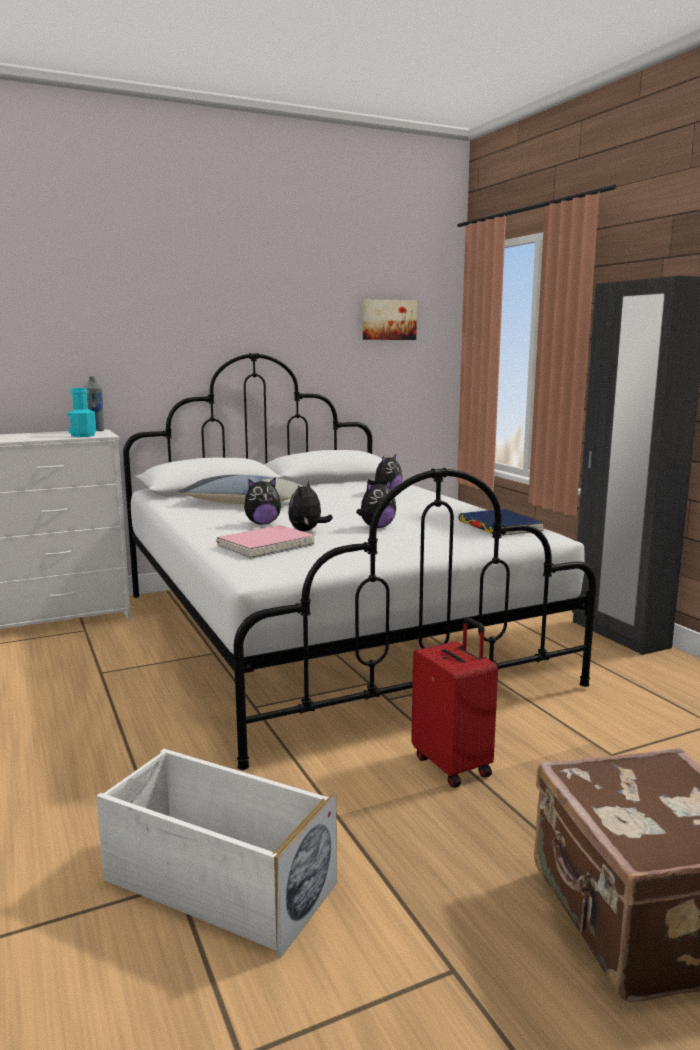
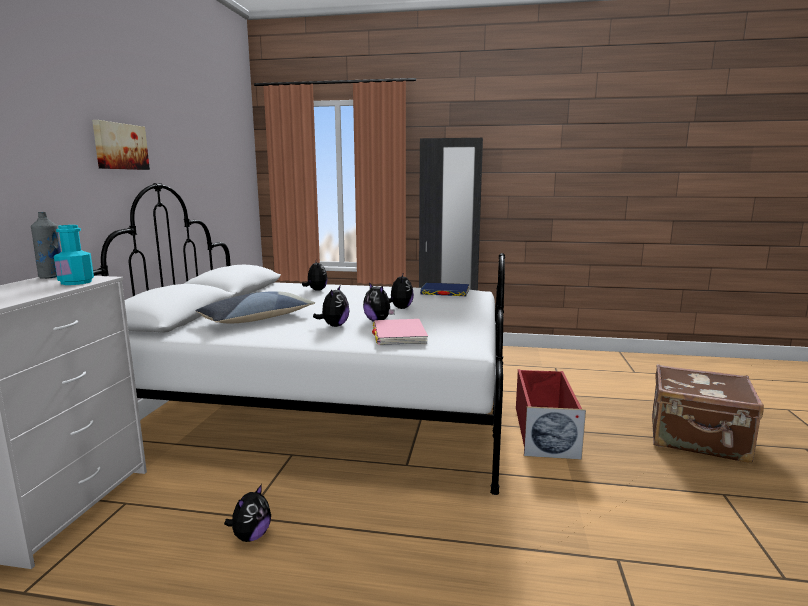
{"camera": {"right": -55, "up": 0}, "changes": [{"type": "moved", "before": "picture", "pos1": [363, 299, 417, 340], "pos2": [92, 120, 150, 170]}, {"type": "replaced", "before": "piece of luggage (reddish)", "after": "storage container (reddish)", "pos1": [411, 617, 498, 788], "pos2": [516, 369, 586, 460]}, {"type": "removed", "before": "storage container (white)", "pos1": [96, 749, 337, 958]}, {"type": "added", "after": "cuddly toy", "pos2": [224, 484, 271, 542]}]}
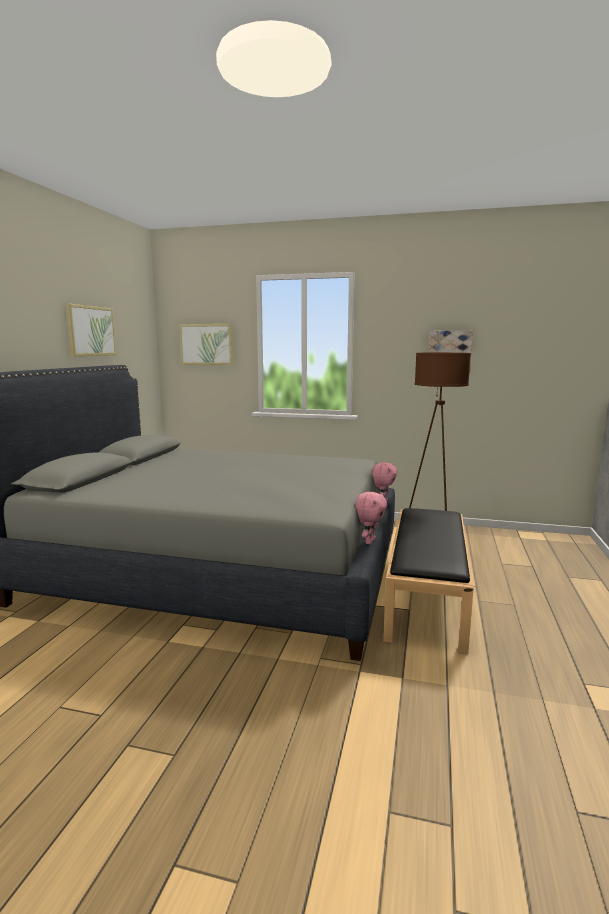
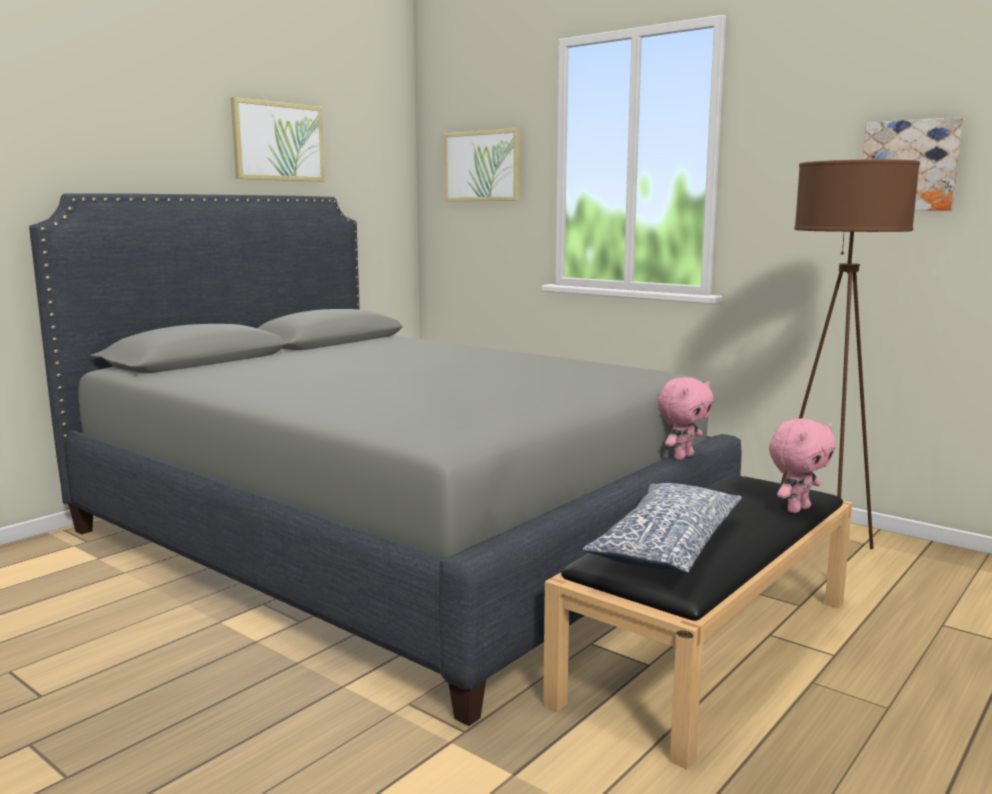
{"camera": {"right": 25, "up": 0}, "changes": [{"type": "moved", "before": "cuddly toy (pink-coloured)", "pos1": [355, 492, 387, 544], "pos2": [769, 418, 836, 513]}, {"type": "added", "after": "cushion", "pos2": [583, 483, 742, 574]}]}
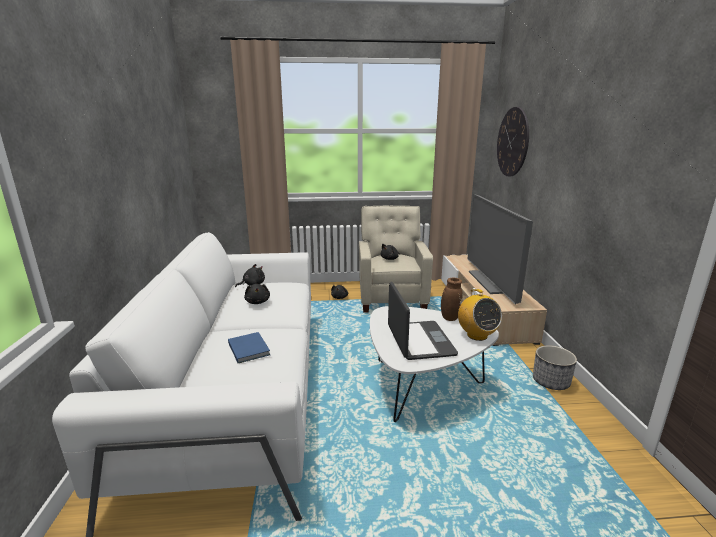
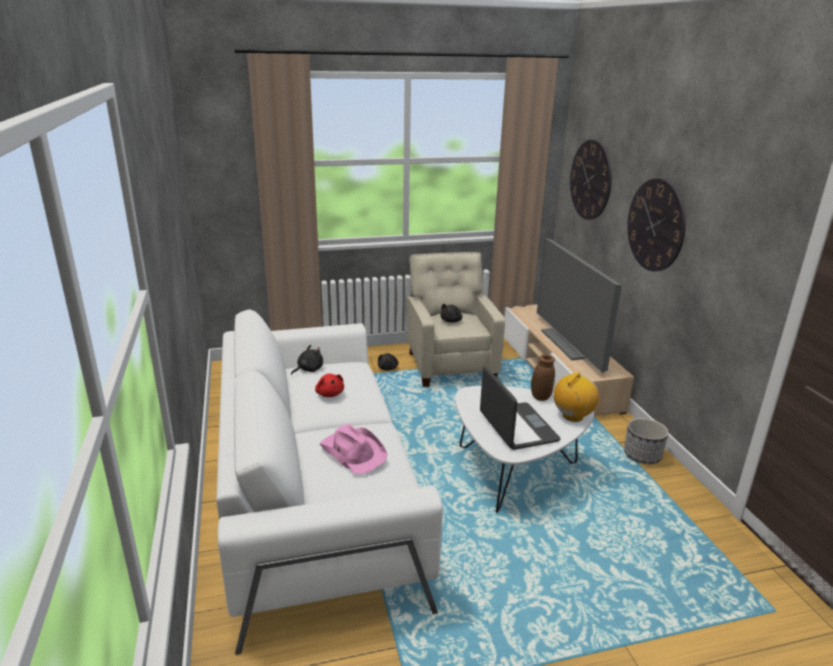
{"camera": {"right": -10, "up": 5}, "changes": [{"type": "recoloured", "before": "cuddly toy (black)", "after": "cuddly toy (reddish)", "pos1": [244, 284, 270, 304], "pos2": [315, 374, 344, 397]}, {"type": "turned", "before": "radio set", "pos1": [458, 289, 502, 341], "pos2": [554, 372, 599, 422], "turn": -105}, {"type": "replaced", "before": "book (blue)", "after": "wearable hat (pink-coloured)", "pos1": [228, 332, 270, 363], "pos2": [320, 424, 387, 475]}, {"type": "added", "after": "wall clock", "pos2": [627, 178, 686, 271]}]}
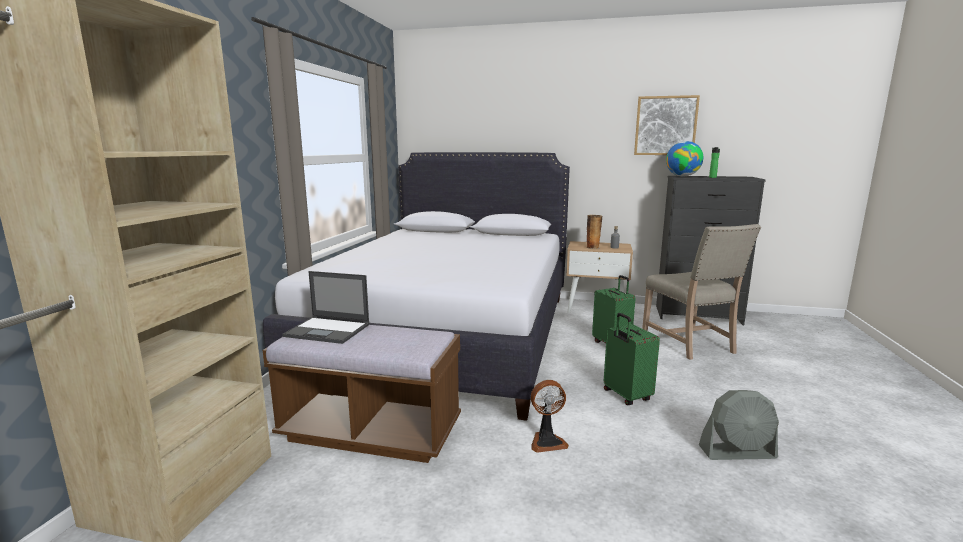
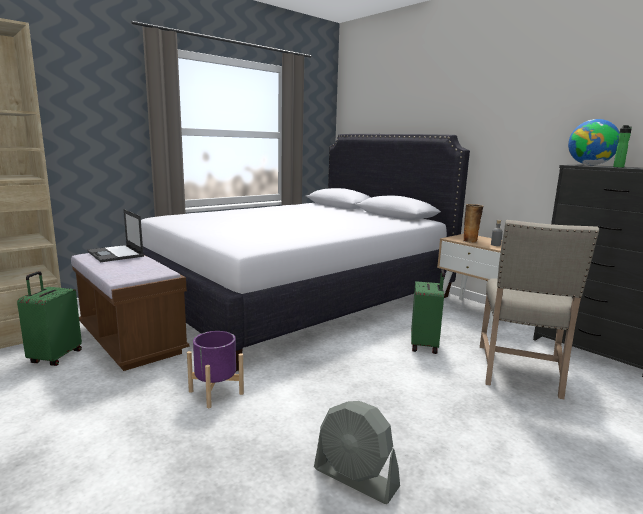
{"camera": {"right": 35, "up": 0}, "changes": [{"type": "removed", "before": "picture", "pos1": [634, 95, 700, 155]}, {"type": "moved", "before": "piece of luggage (green)", "pos1": [604, 313, 660, 405], "pos2": [17, 271, 82, 366]}, {"type": "replaced", "before": "fan", "after": "plant pot (purplish)", "pos1": [531, 380, 569, 453], "pos2": [187, 331, 244, 408]}]}
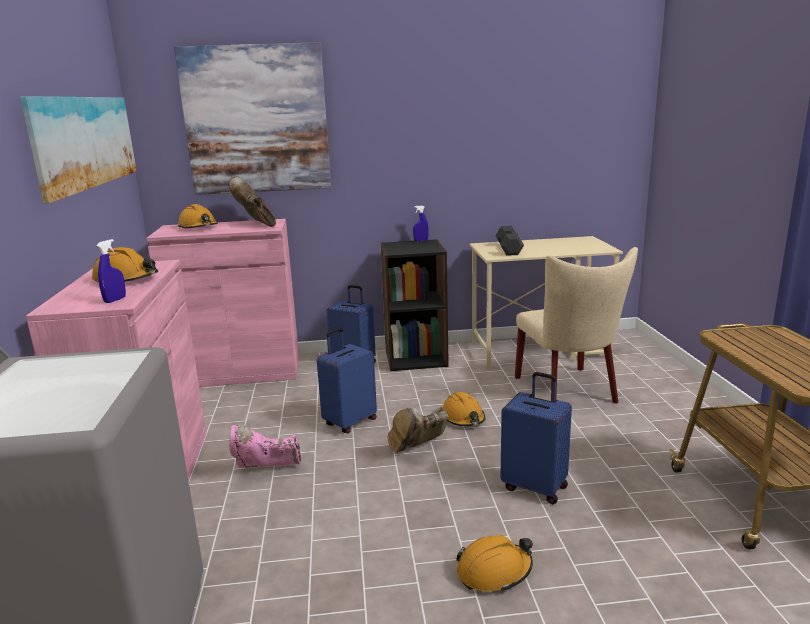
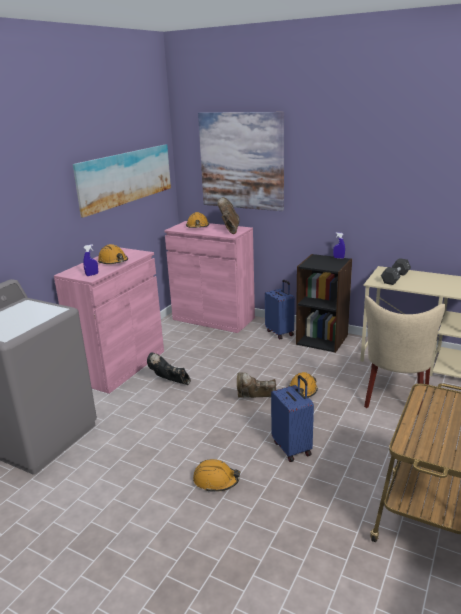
{"camera": {"right": 35, "up": 5}, "changes": [{"type": "removed", "before": "piece of luggage (blue)", "pos1": [317, 328, 377, 433]}, {"type": "recoloured", "before": "tall boot (pink-coloured)", "after": "tall boot (black)", "pos1": [230, 425, 301, 468], "pos2": [147, 352, 191, 385]}]}
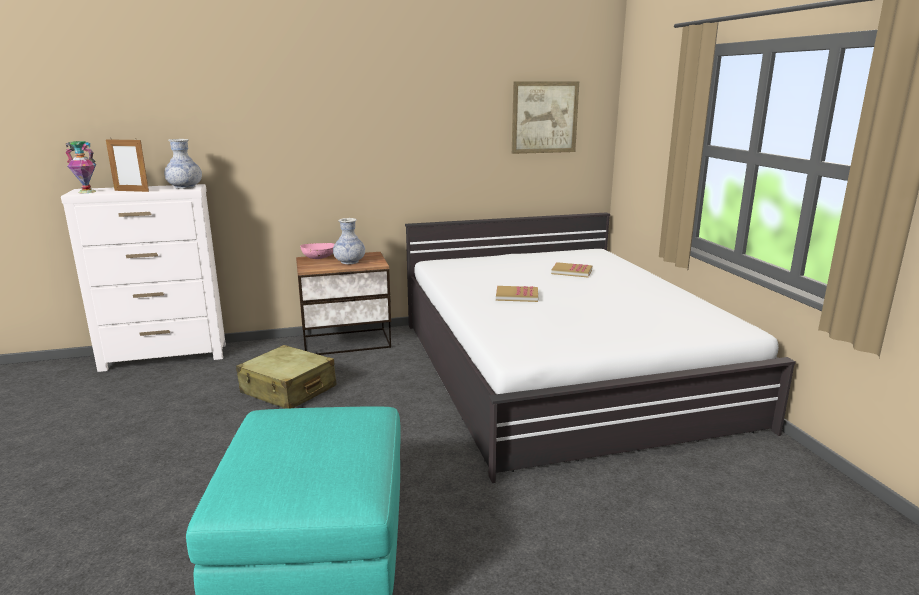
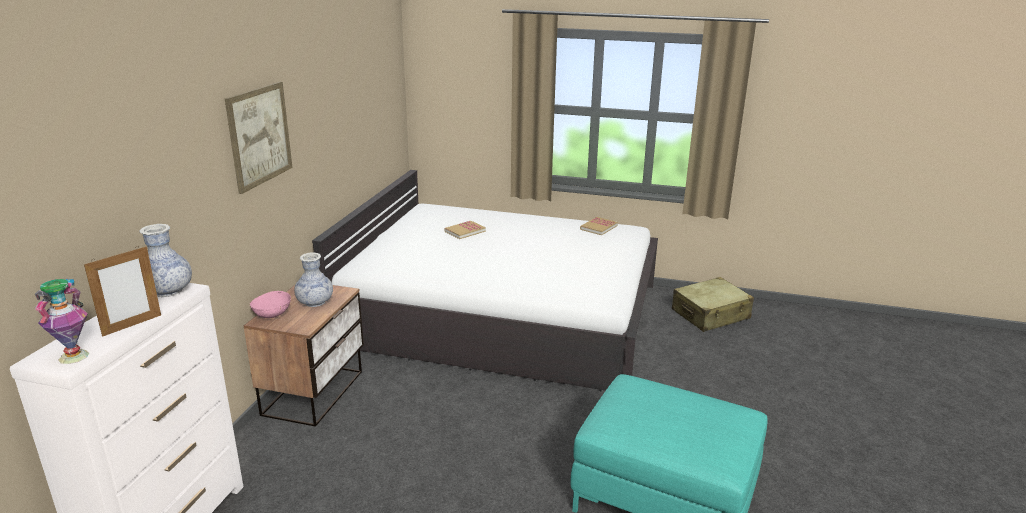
{"camera": {"right": -60, "up": 5}, "changes": [{"type": "moved", "before": "picture", "pos1": [512, 81, 579, 154], "pos2": [225, 82, 293, 194]}, {"type": "moved", "before": "book", "pos1": [496, 286, 538, 302], "pos2": [580, 217, 618, 235]}, {"type": "moved", "before": "piece of luggage (sand-coloured)", "pos1": [236, 345, 336, 409], "pos2": [672, 277, 754, 332]}]}
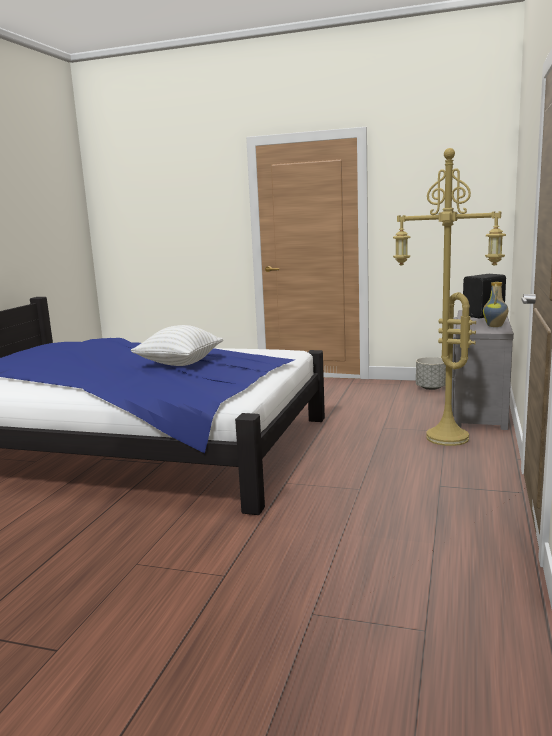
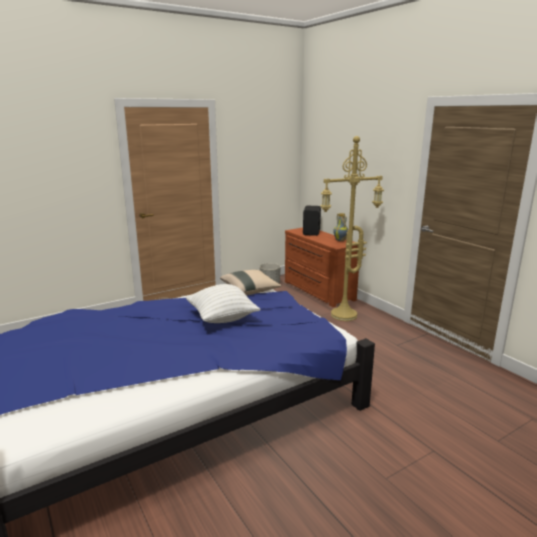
{"camera": {"right": -50, "up": 5}, "changes": [{"type": "recoloured", "before": "drawer chest (grey)", "after": "drawer chest (brown-coloured)", "pos1": [452, 310, 514, 430], "pos2": [285, 228, 359, 307]}, {"type": "added", "after": "cushion (sand-coloured)", "pos2": [220, 270, 282, 295]}]}
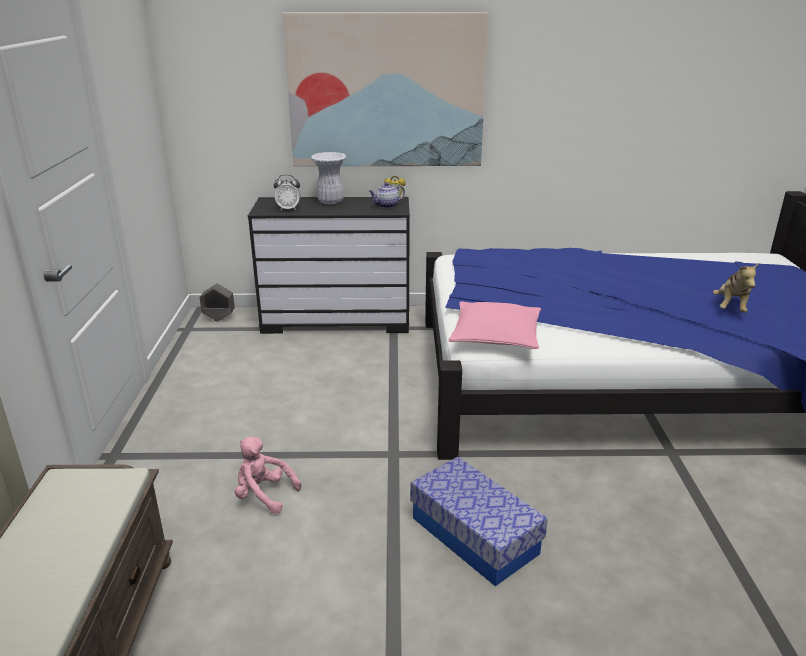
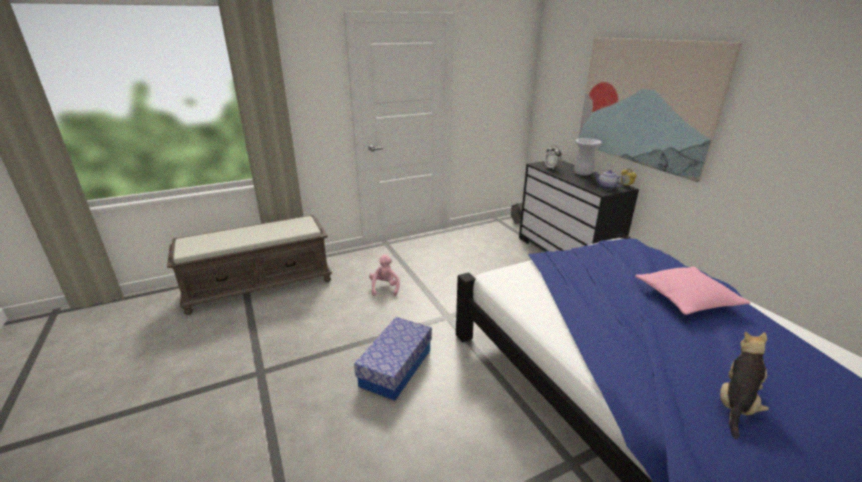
{"camera": {"right": 65, "up": 0}, "changes": [{"type": "turned", "before": "cuddly toy", "pos1": [713, 263, 759, 313], "pos2": [720, 331, 769, 439], "turn": 135}, {"type": "moved", "before": "cushion (pink-coloured)", "pos1": [449, 301, 541, 349], "pos2": [635, 266, 751, 315]}]}
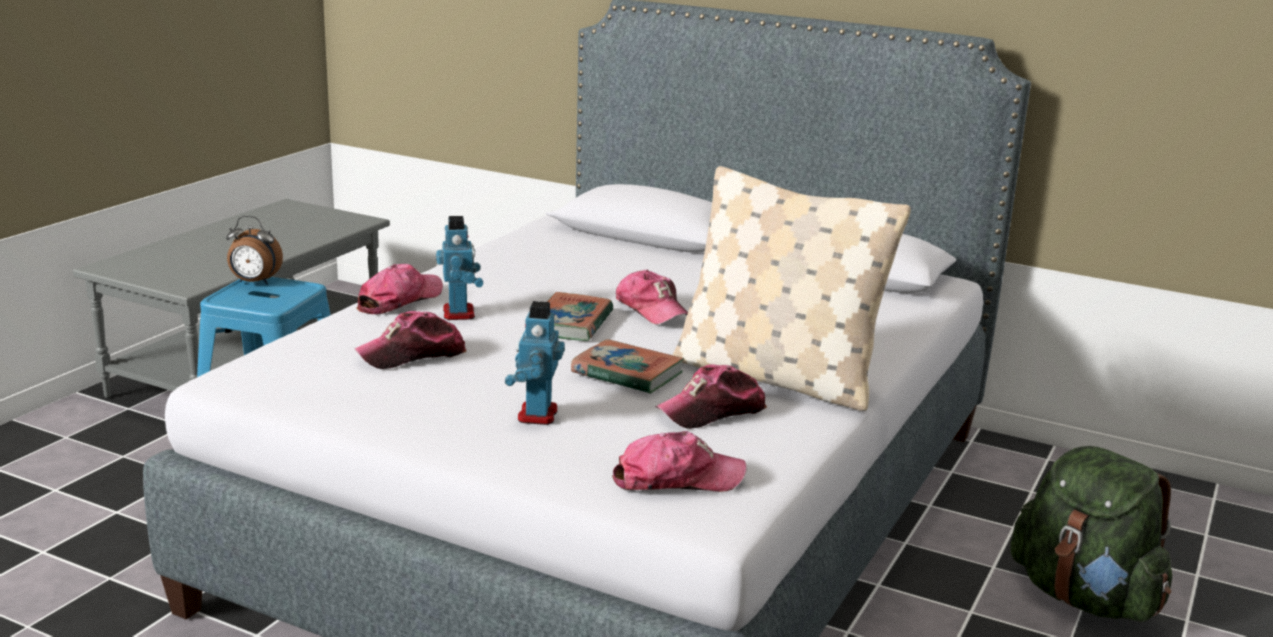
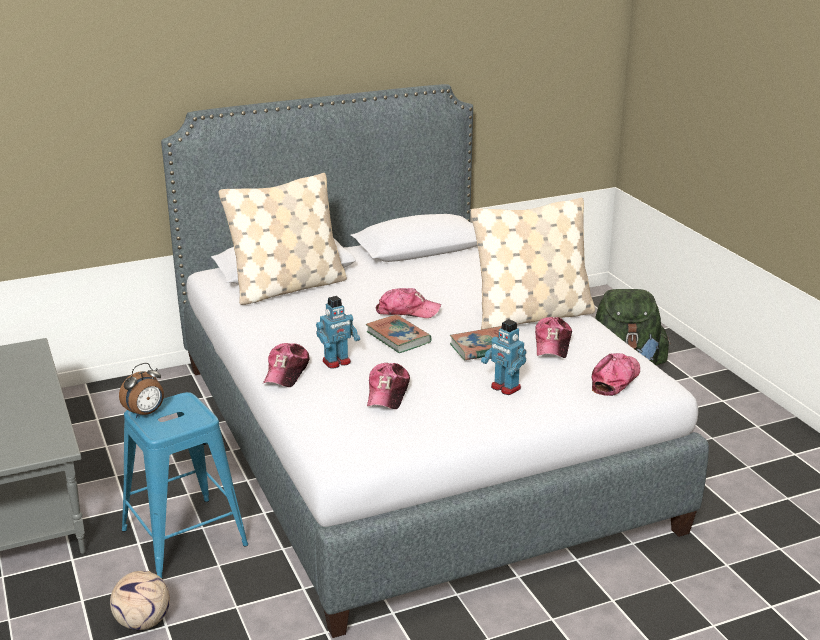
{"camera": {"right": -50, "up": 5}, "changes": [{"type": "turned", "before": "robot figure", "pos1": [436, 216, 483, 320], "pos2": [316, 296, 360, 369], "turn": 120}, {"type": "turned", "before": "peaked cap", "pos1": [356, 264, 443, 315], "pos2": [263, 343, 309, 387], "turn": -150}, {"type": "added", "after": "cushion (sand-coloured)", "pos2": [219, 173, 347, 305]}, {"type": "added", "after": "football", "pos2": [110, 571, 170, 630]}]}
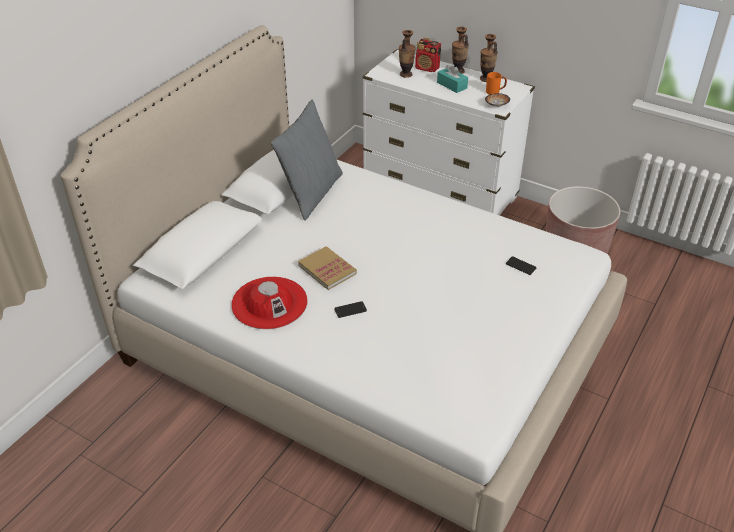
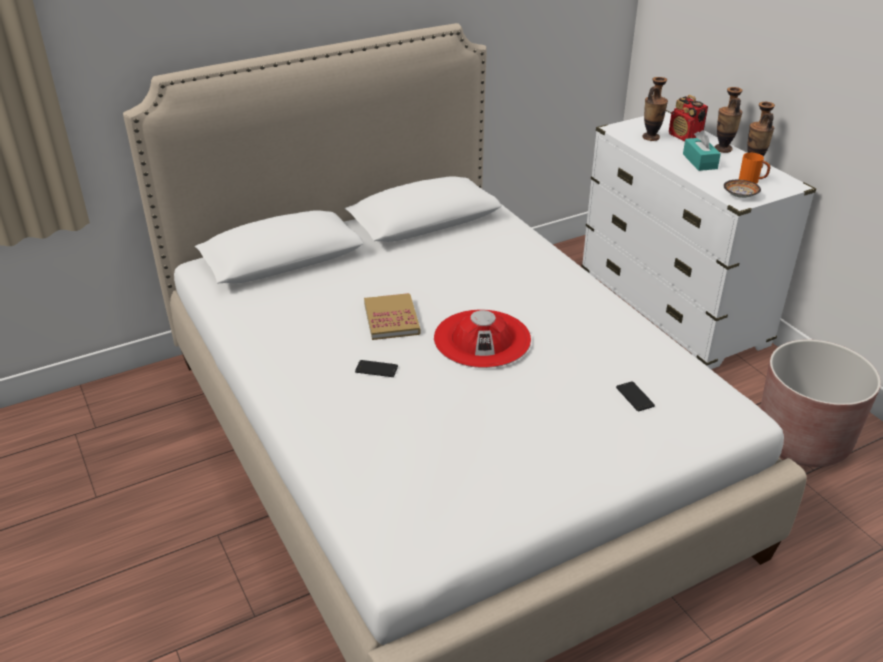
{"camera": {"right": 30, "up": -5}, "changes": [{"type": "removed", "before": "cushion (grey)", "pos1": [271, 99, 343, 221]}, {"type": "moved", "before": "wearable hat (reddish)", "pos1": [231, 277, 308, 329], "pos2": [434, 309, 531, 368]}]}
